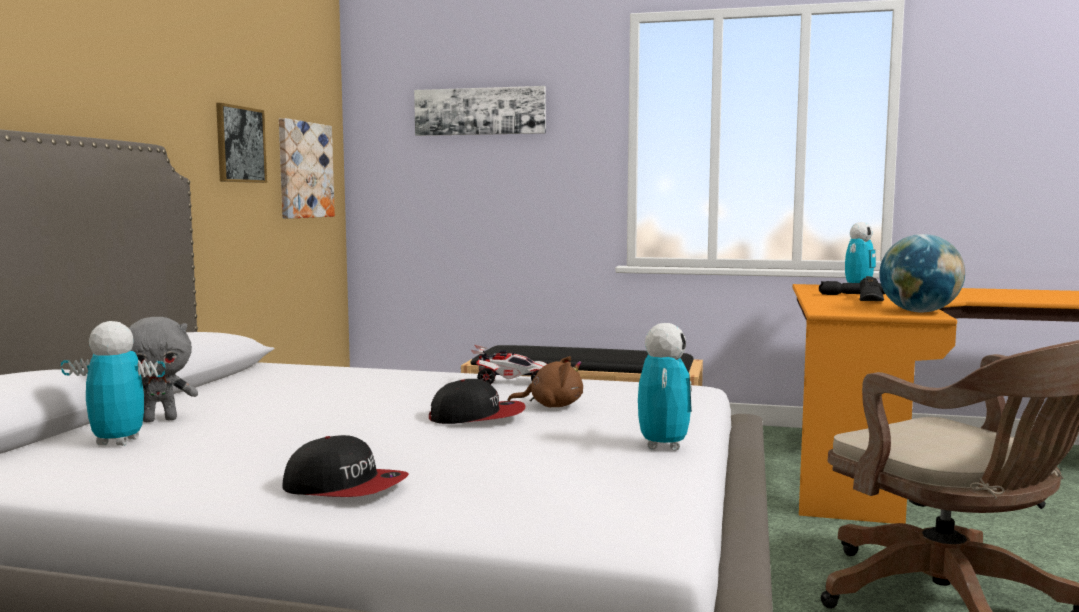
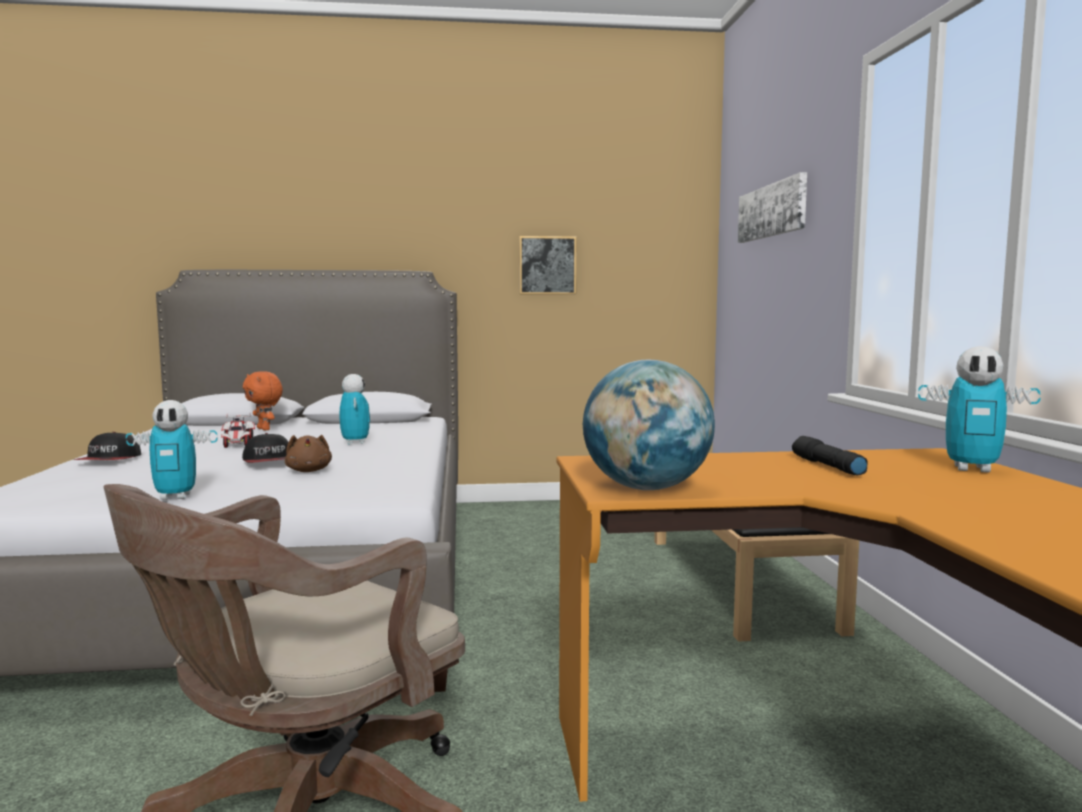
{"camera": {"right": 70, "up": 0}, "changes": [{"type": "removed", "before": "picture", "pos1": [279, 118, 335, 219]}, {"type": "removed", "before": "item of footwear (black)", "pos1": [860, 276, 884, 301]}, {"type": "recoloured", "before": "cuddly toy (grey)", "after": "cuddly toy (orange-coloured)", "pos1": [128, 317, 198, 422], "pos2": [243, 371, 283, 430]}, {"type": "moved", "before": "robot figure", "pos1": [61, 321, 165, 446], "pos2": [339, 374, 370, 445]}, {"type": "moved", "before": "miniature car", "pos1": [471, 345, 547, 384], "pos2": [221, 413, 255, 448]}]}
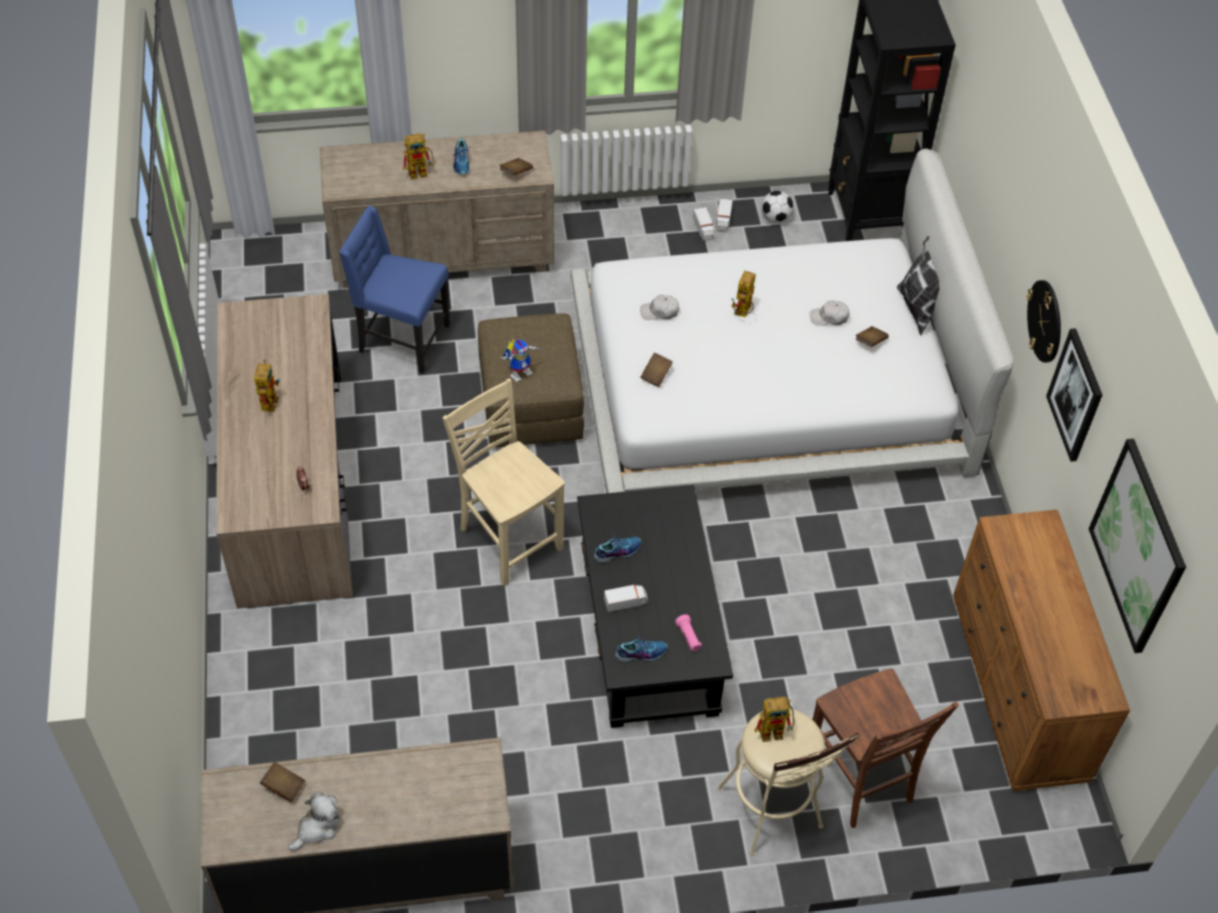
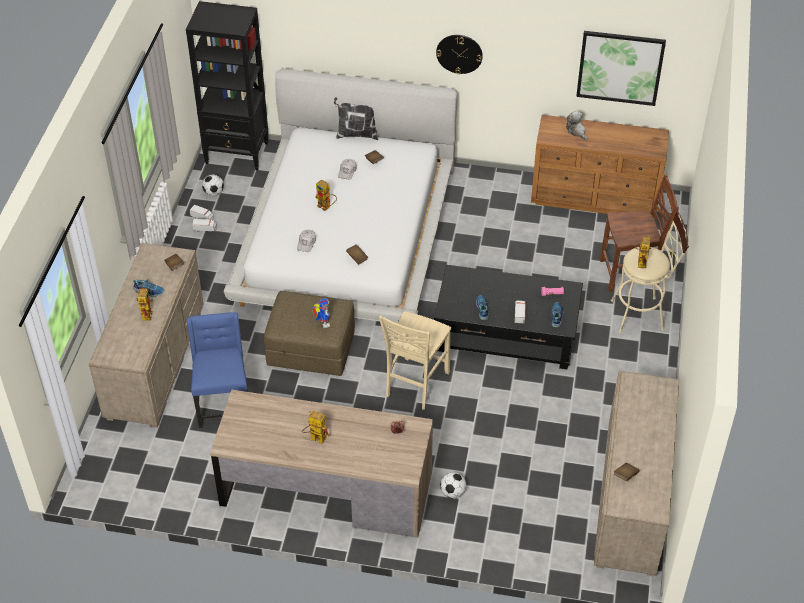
{"camera": {"right": -70, "up": -5}, "changes": [{"type": "turned", "before": "plain chair (blue)", "pos1": [339, 206, 450, 374], "pos2": [187, 312, 247, 428], "turn": 135}, {"type": "removed", "before": "picture", "pos1": [1046, 328, 1102, 462]}, {"type": "turned", "before": "plain chair (sand-coloured)", "pos1": [443, 378, 565, 586], "pos2": [379, 311, 451, 410], "turn": -45}, {"type": "moved", "before": "cuddly toy", "pos1": [288, 792, 339, 851], "pos2": [566, 111, 588, 141]}, {"type": "added", "after": "football", "pos2": [440, 472, 466, 499]}]}
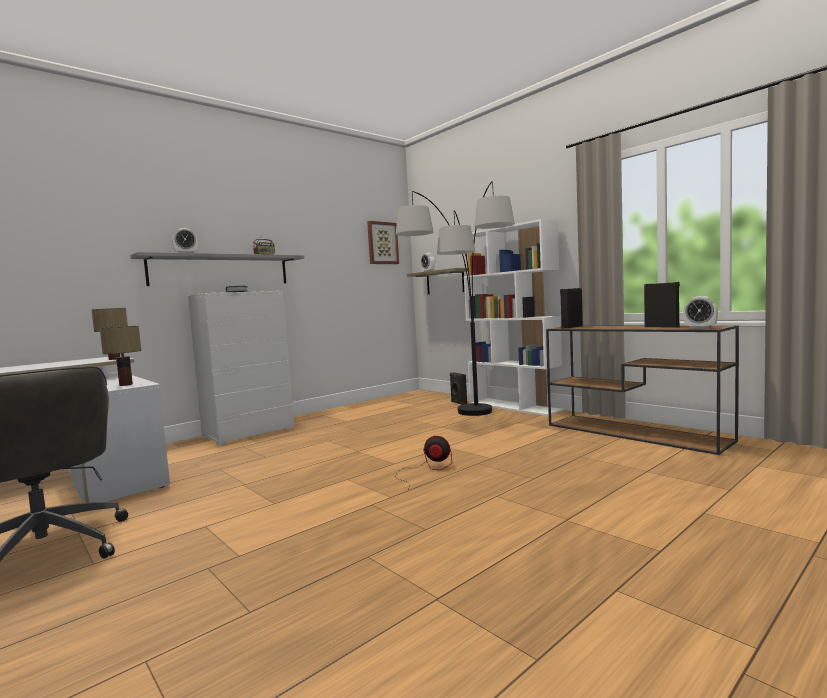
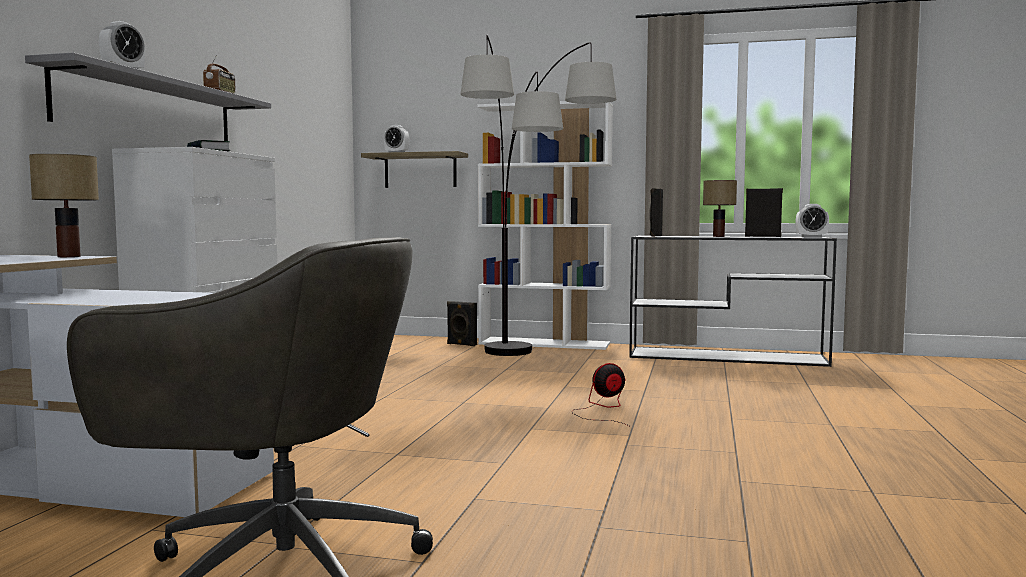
{"camera": {"right": -35, "up": 0}, "changes": [{"type": "removed", "before": "picture", "pos1": [367, 221, 399, 264]}, {"type": "recoloured", "before": "hall table (brown-coloured)", "after": "hall table (white)", "pos1": [546, 325, 739, 455], "pos2": [629, 236, 837, 367]}, {"type": "moved", "before": "table lamp", "pos1": [100, 326, 142, 386], "pos2": [703, 180, 737, 237]}]}
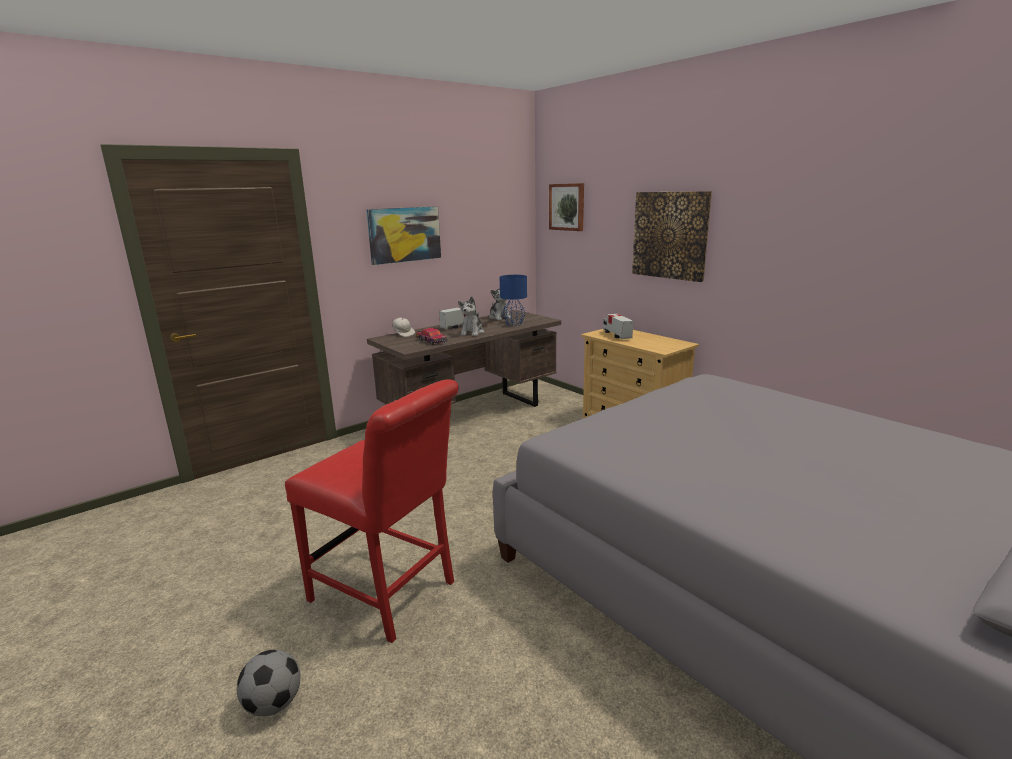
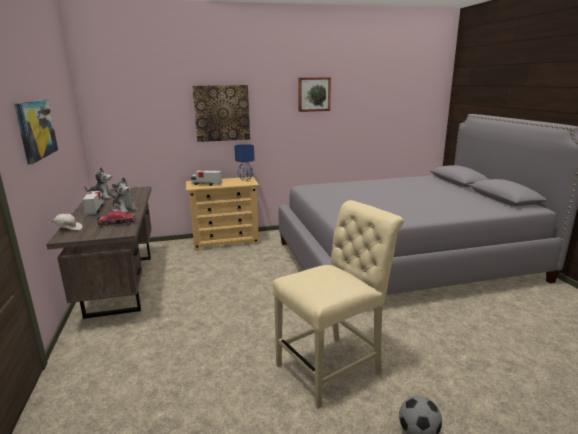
{"camera": {"right": -65, "up": 0}, "changes": [{"type": "moved", "before": "picture", "pos1": [549, 183, 584, 231], "pos2": [298, 77, 331, 112]}, {"type": "moved", "before": "table lamp (blue)", "pos1": [500, 275, 527, 326], "pos2": [234, 144, 255, 181]}, {"type": "recoloured", "before": "plain chair (reddish)", "after": "plain chair (sand-coloured)", "pos1": [285, 380, 459, 643], "pos2": [273, 200, 404, 409]}]}
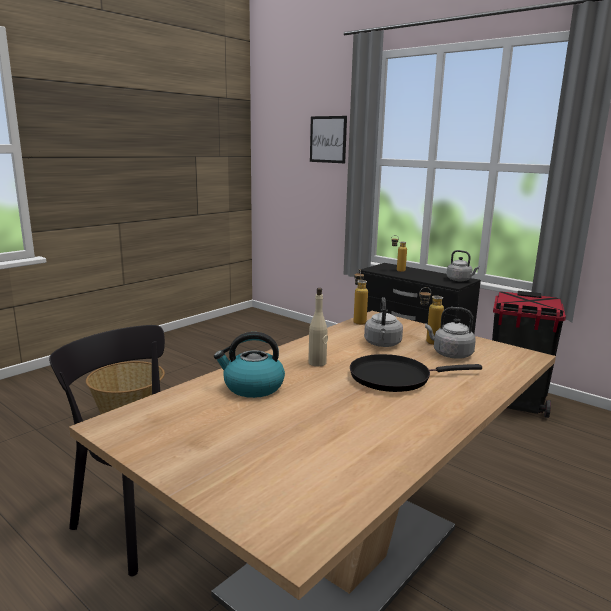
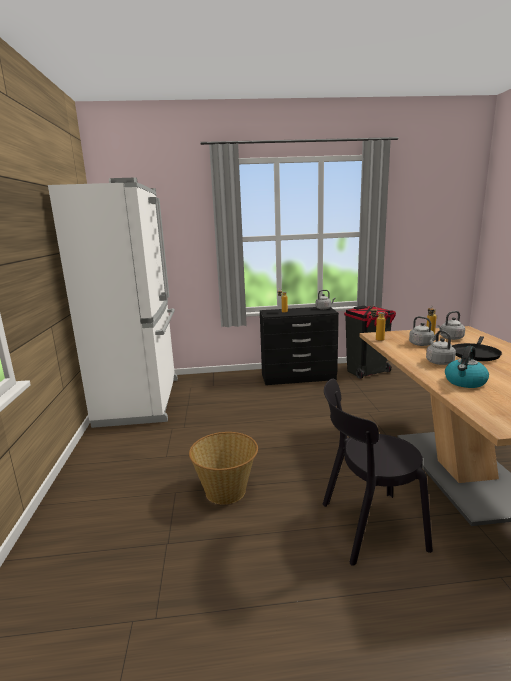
{"camera": {"right": -45, "up": 0}, "changes": [{"type": "removed", "before": "picture", "pos1": [310, 116, 347, 163]}, {"type": "replaced", "before": "beverage bottle (sand-coloured)", "after": "tea kettle (grey)", "pos1": [308, 288, 328, 366], "pos2": [426, 330, 456, 365]}, {"type": "added", "after": "fridge (white)", "pos2": [48, 178, 178, 428]}]}
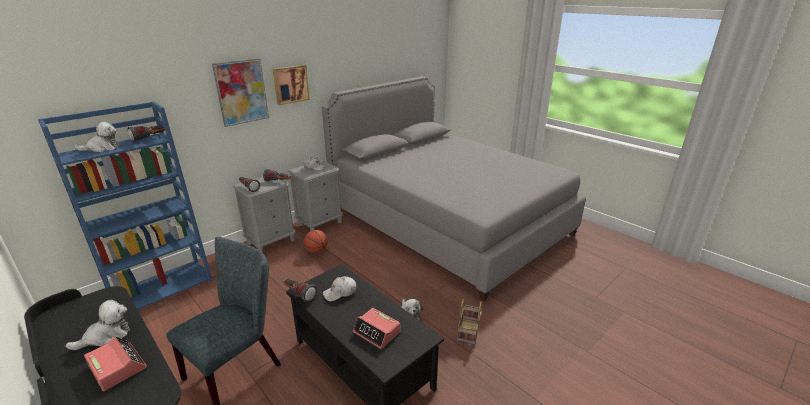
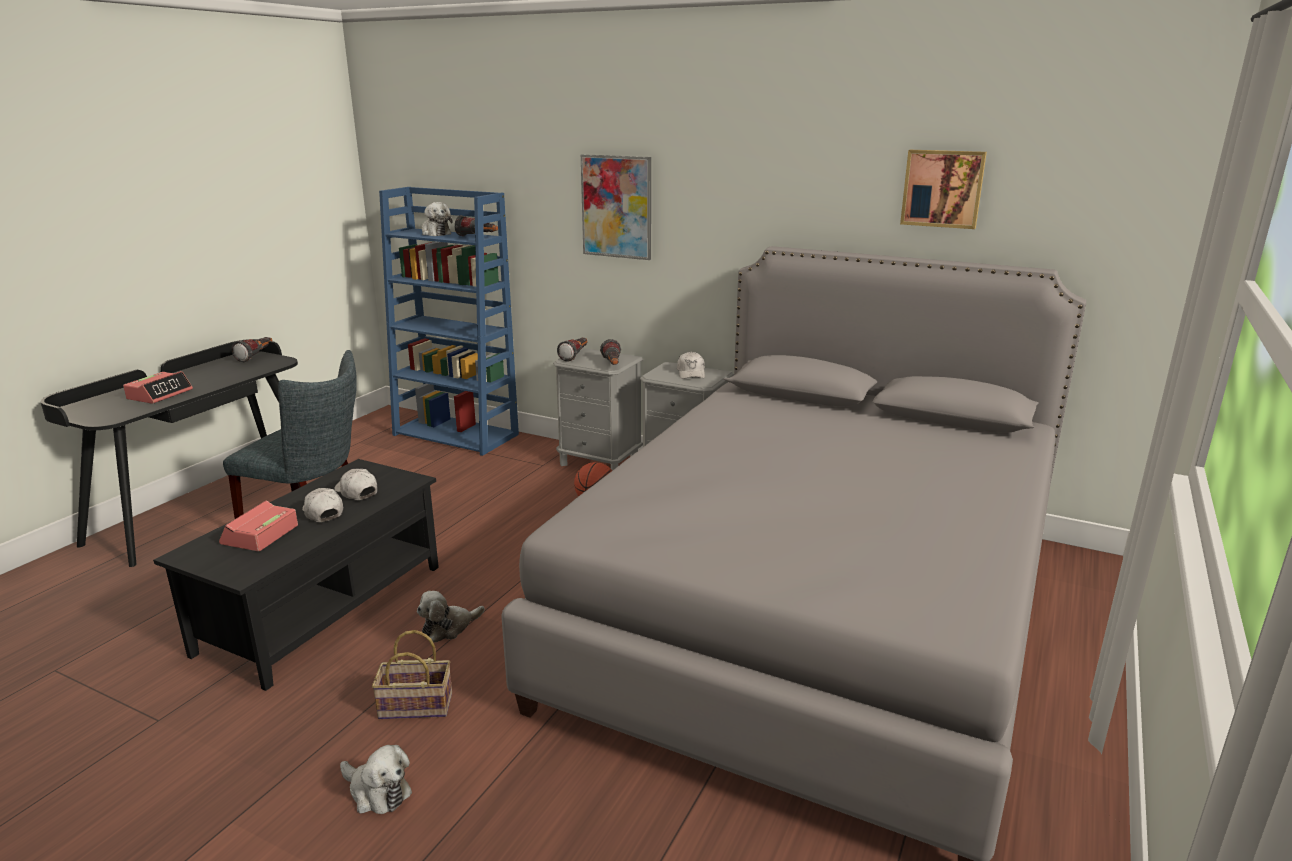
{"camera": {"right": 70, "up": -5}, "changes": [{"type": "moved", "before": "picture", "pos1": [273, 65, 310, 105], "pos2": [900, 150, 987, 229]}, {"type": "moved", "before": "torch", "pos1": [284, 278, 317, 302], "pos2": [231, 337, 273, 362]}, {"type": "moved", "before": "cuddly toy", "pos1": [65, 300, 130, 350], "pos2": [340, 745, 412, 814]}, {"type": "added", "after": "peaked cap (white)", "pos2": [302, 488, 343, 522]}]}
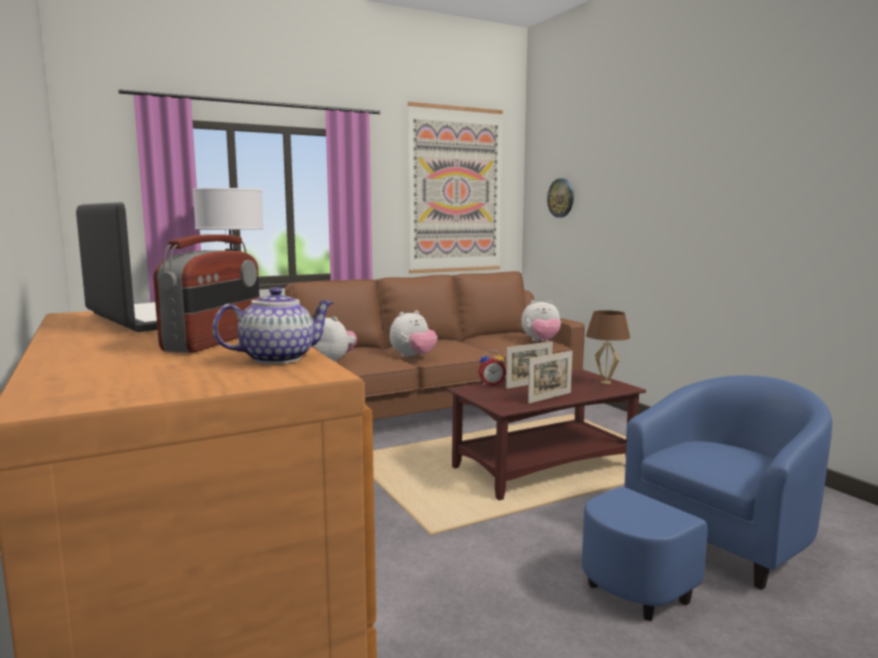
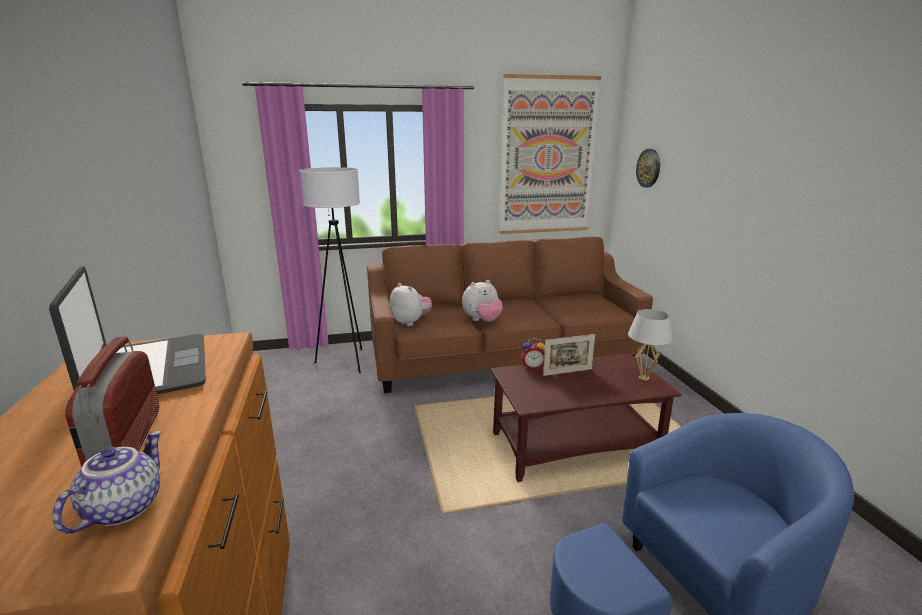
{"camera": {"right": 15, "up": 10}, "changes": [{"type": "turned", "before": "radio set", "pos1": [153, 234, 260, 353], "pos2": [66, 336, 160, 467], "turn": 135}, {"type": "turned", "before": "tea pot", "pos1": [212, 287, 334, 364], "pos2": [53, 431, 162, 533], "turn": -60}, {"type": "removed", "before": "cuddly toy", "pos1": [521, 300, 561, 341]}, {"type": "recoloured", "before": "table lamp (brown-coloured)", "after": "table lamp (white)", "pos1": [586, 310, 630, 384], "pos2": [628, 309, 673, 381]}, {"type": "removed", "before": "picture frame", "pos1": [528, 350, 573, 404]}]}
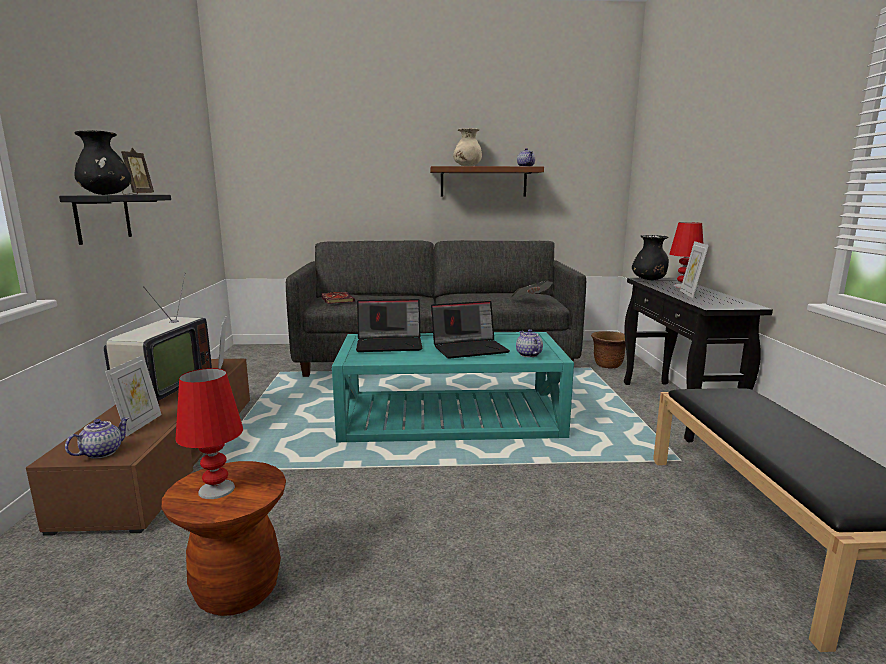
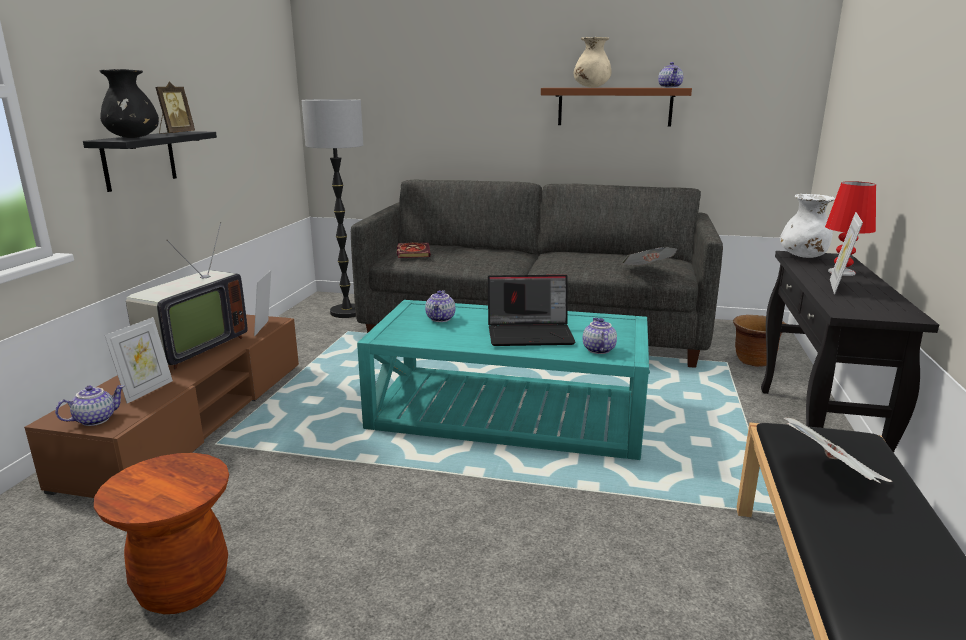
{"camera": {"right": 15, "up": 5}, "changes": [{"type": "recoloured", "before": "flower vase (black)", "after": "flower vase (white)", "pos1": [632, 235, 669, 280], "pos2": [780, 194, 835, 258]}, {"type": "replaced", "before": "laptop", "after": "tea pot", "pos1": [356, 299, 422, 352], "pos2": [425, 290, 455, 322]}, {"type": "removed", "before": "table lamp (reddish)", "pos1": [175, 368, 243, 499]}, {"type": "added", "after": "standard lamp", "pos2": [302, 99, 363, 318]}, {"type": "added", "after": "daily paper", "pos2": [783, 418, 892, 483]}]}
